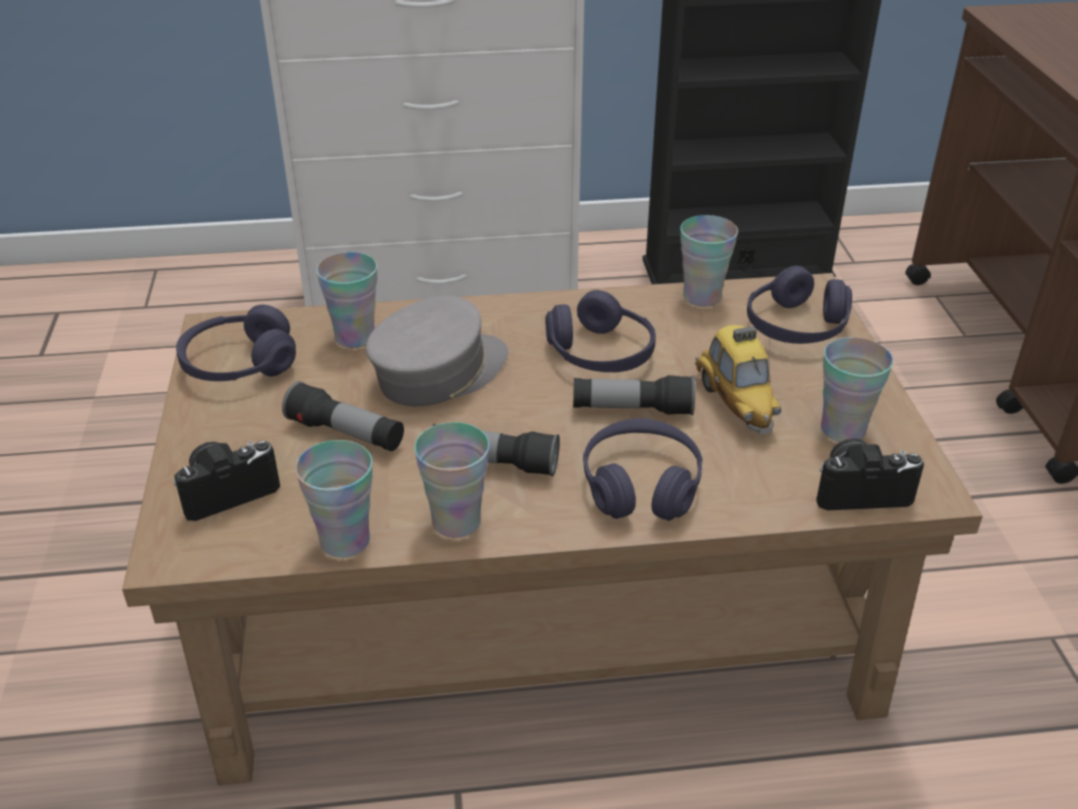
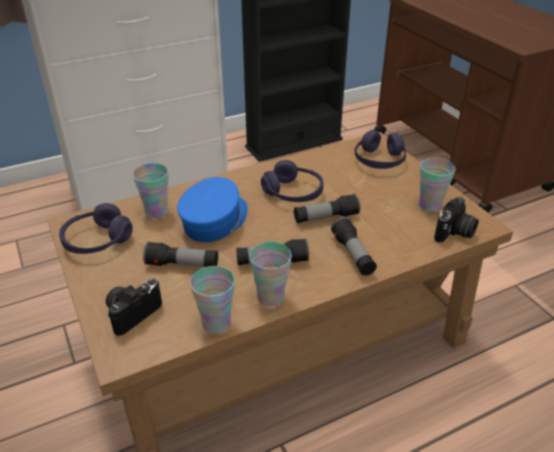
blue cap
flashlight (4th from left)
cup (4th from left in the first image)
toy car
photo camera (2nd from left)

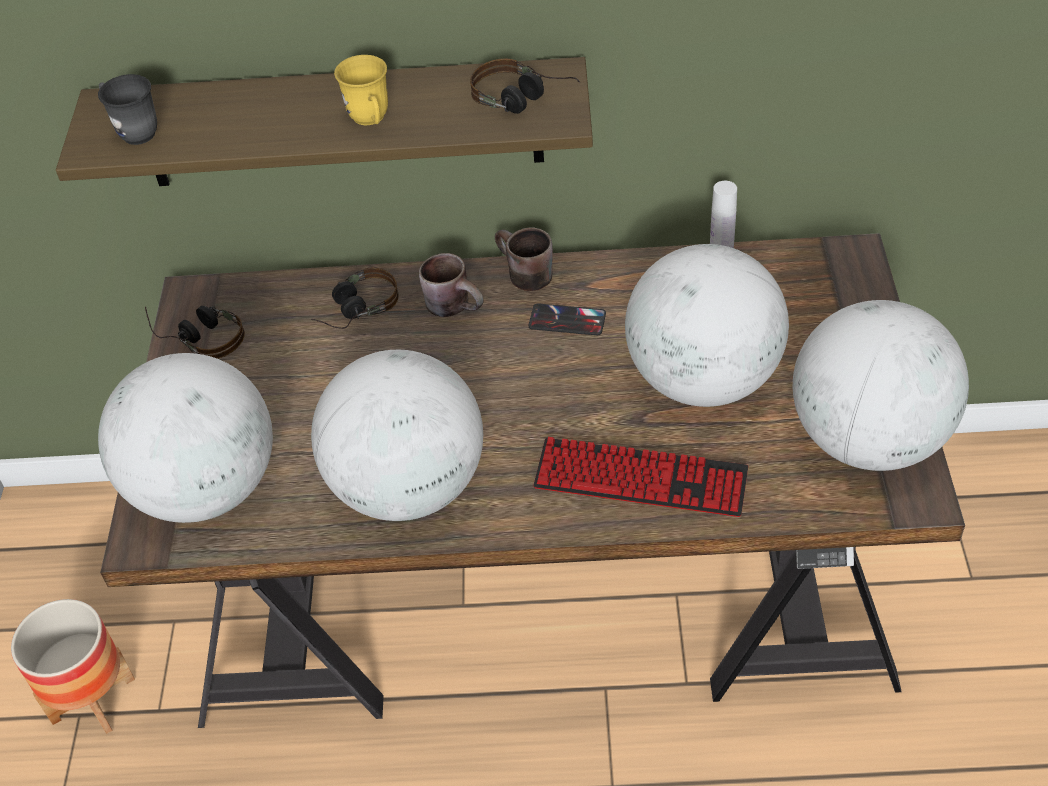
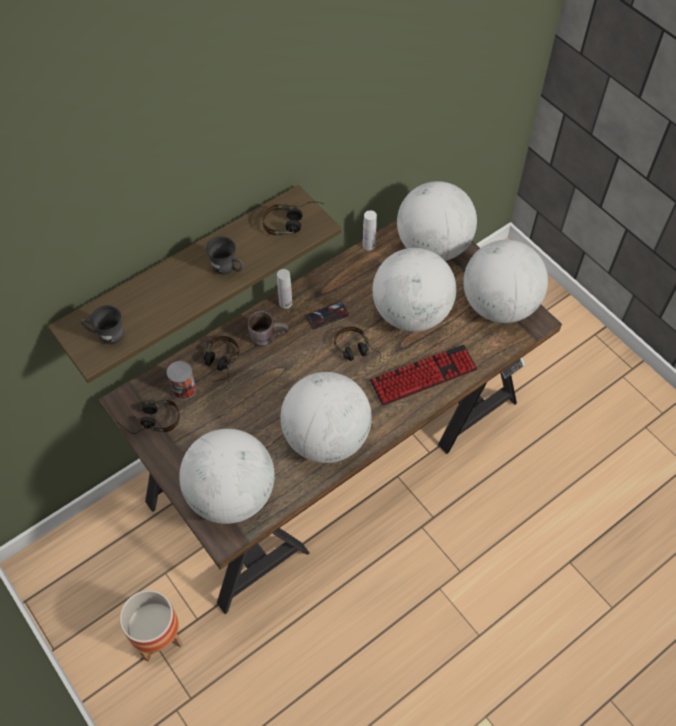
grey mug (2nd from left)
white bottle (1st from left)
can
headphones (4th from left)
globe (4th from left)

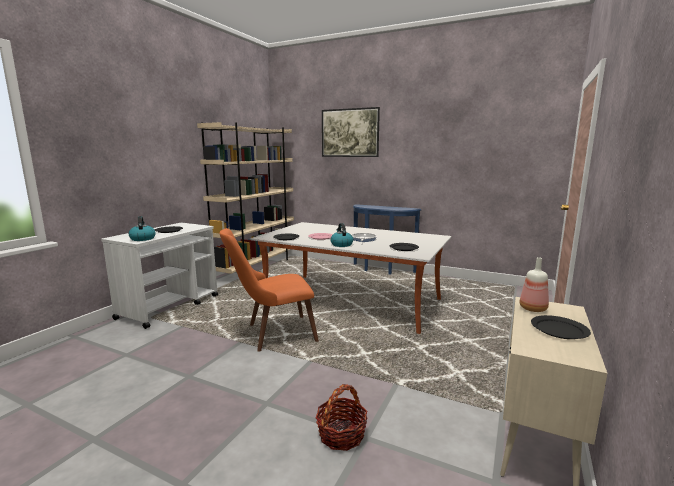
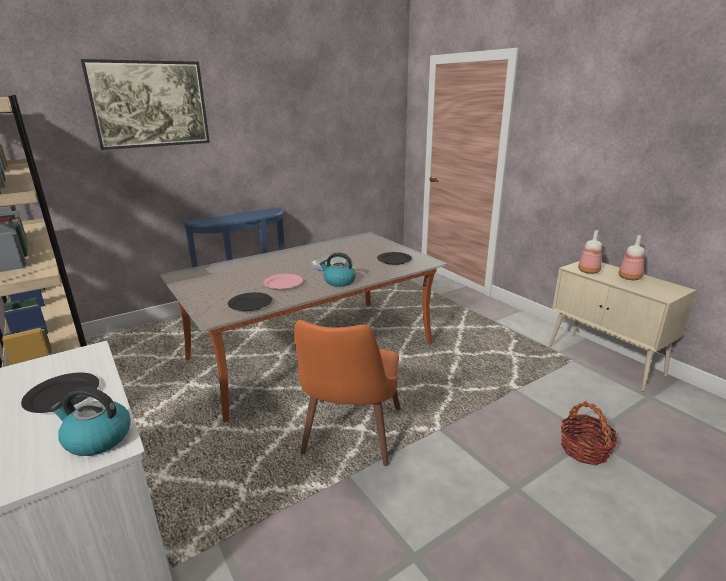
bottle (2nd from left)

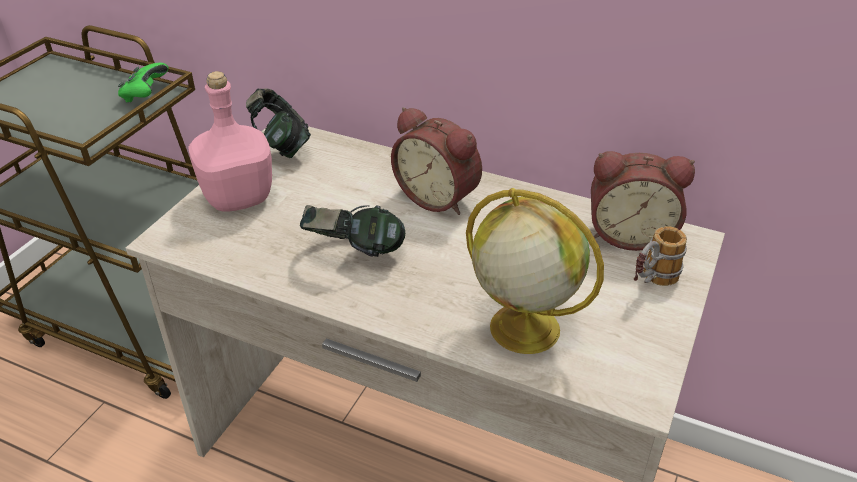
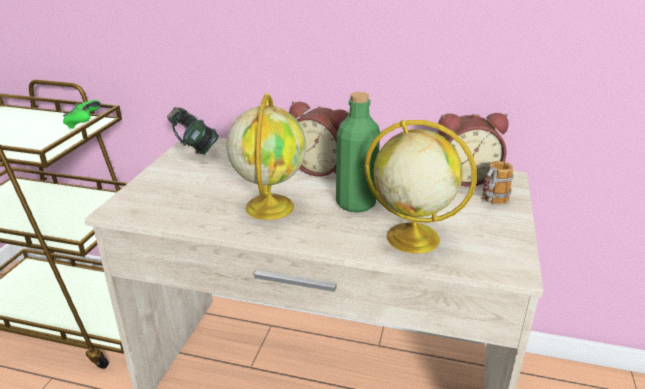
pink bottle
globe (1st from left)
green bottle

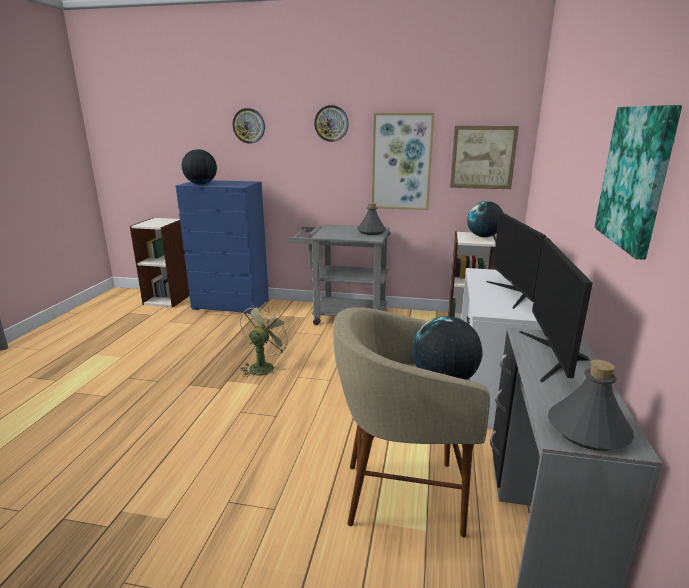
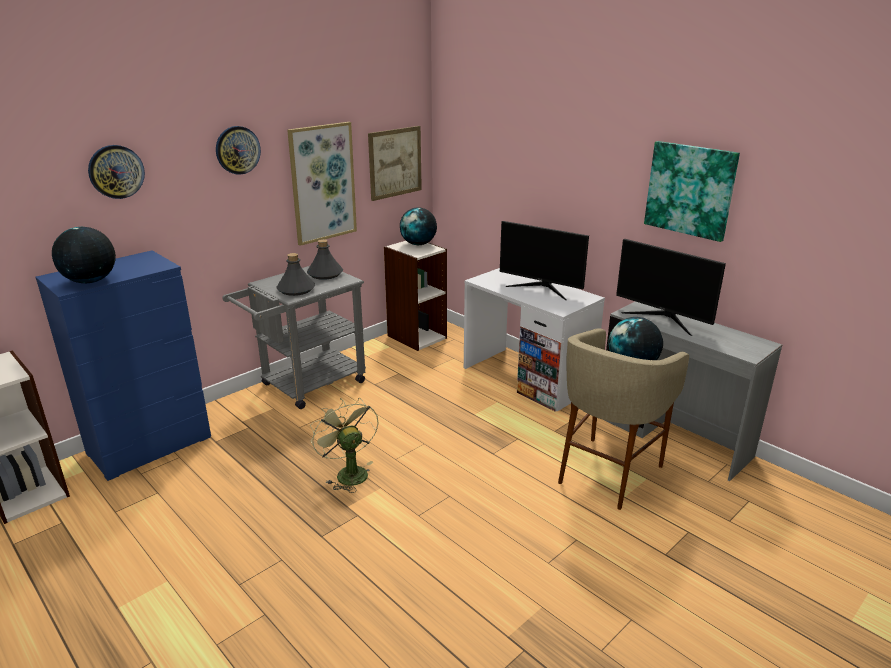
grey bottle (1st from left)

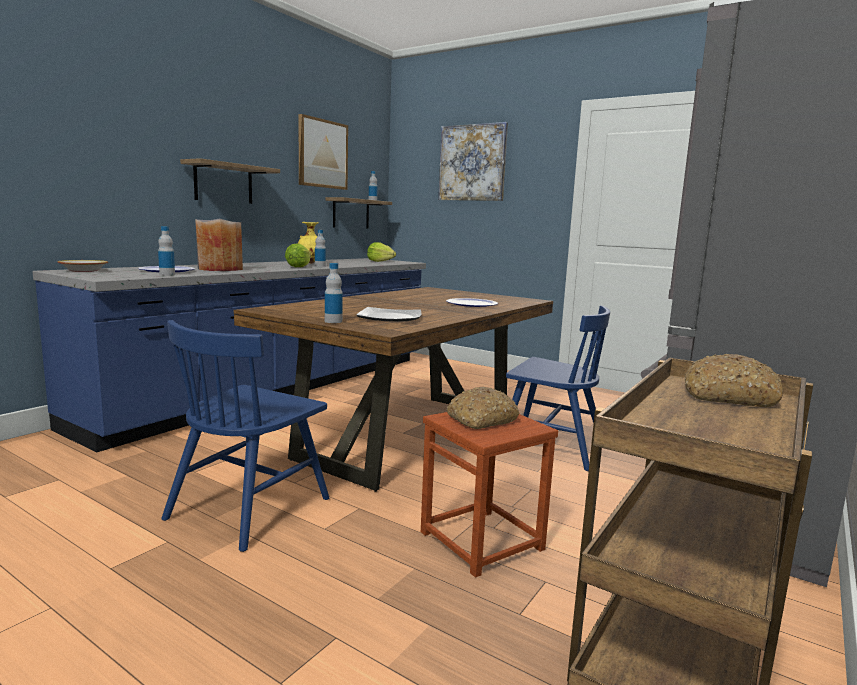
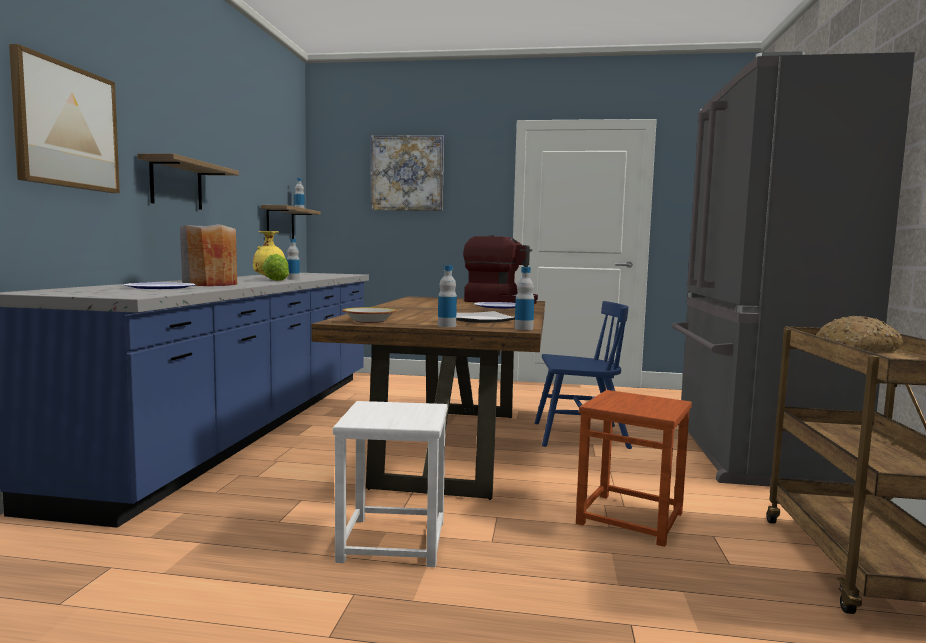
bowl
bottle (4th from left)
white stool
picture (1st from left)
lettuce (2nd from left in the first image)
bread (1st from left in the first image)
coffee machine

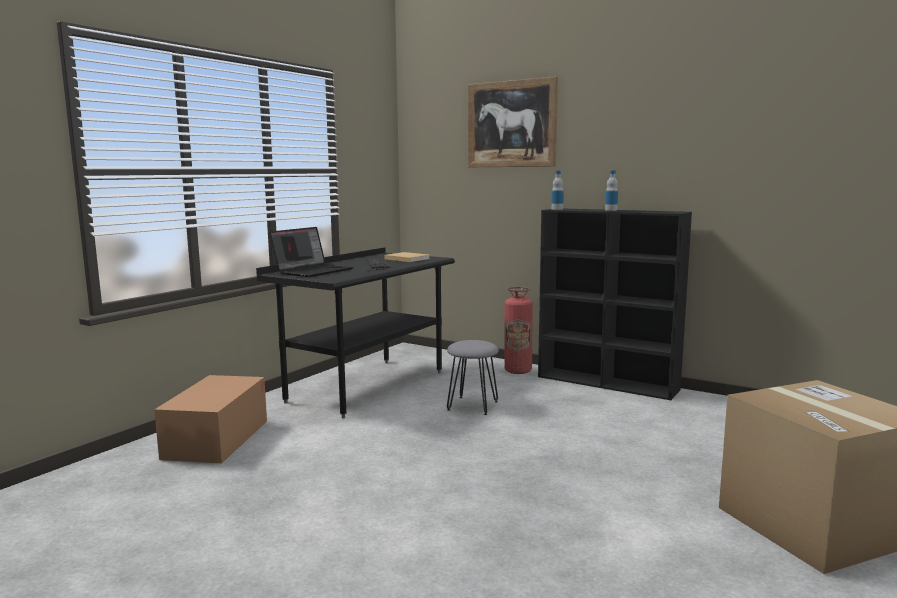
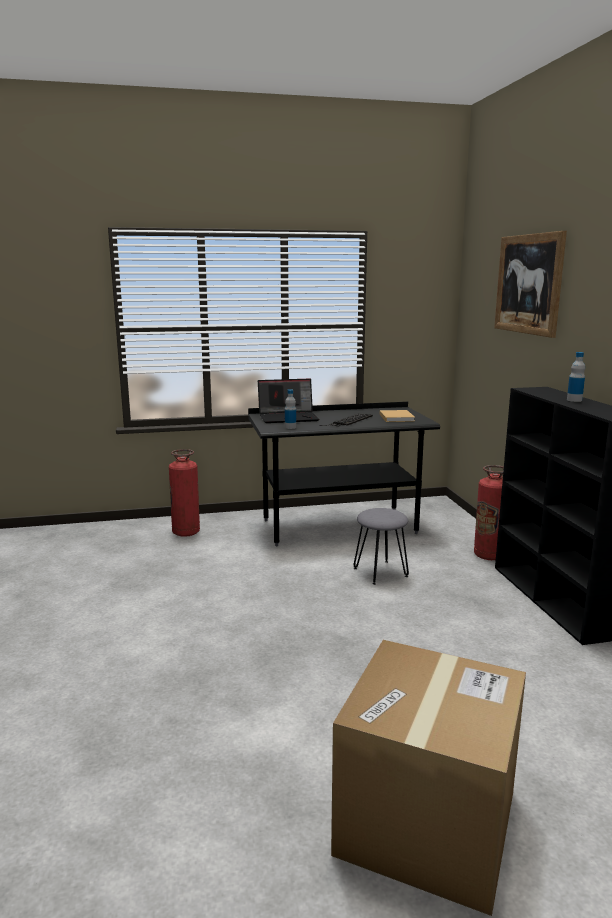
fire extinguisher (1st from left)
bottle (1st from left)

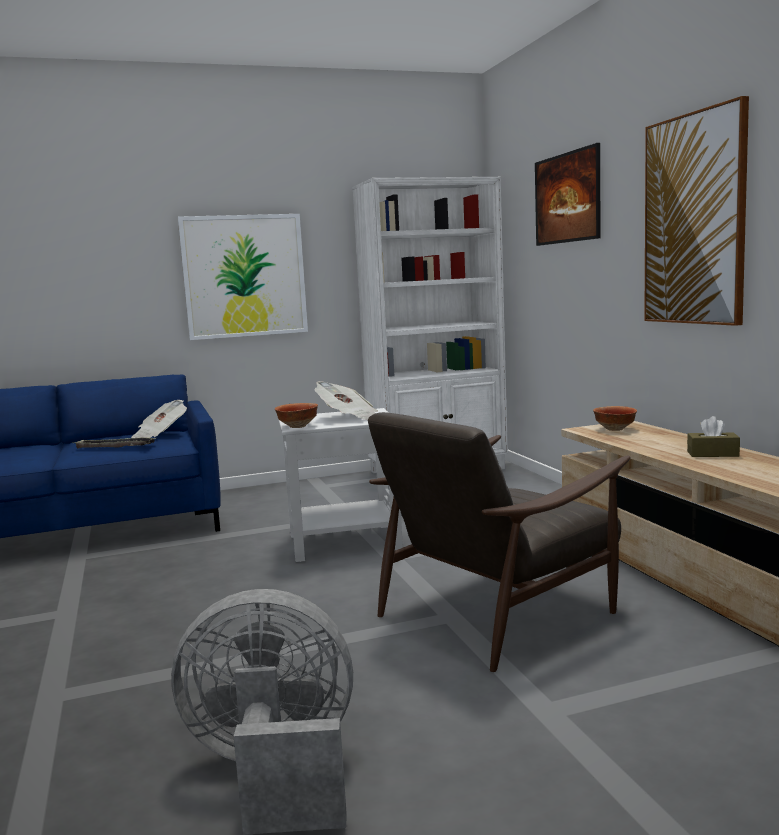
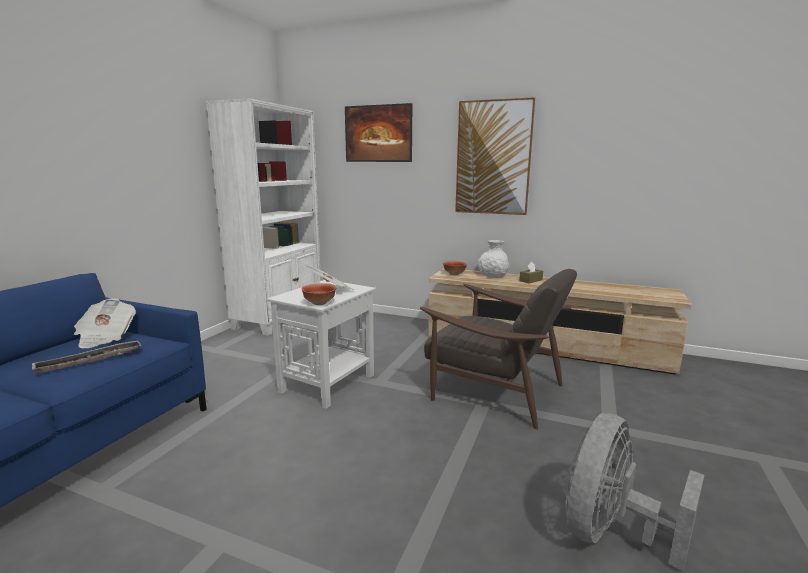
picture (1st from left in the first image)
brown armchair
white vase

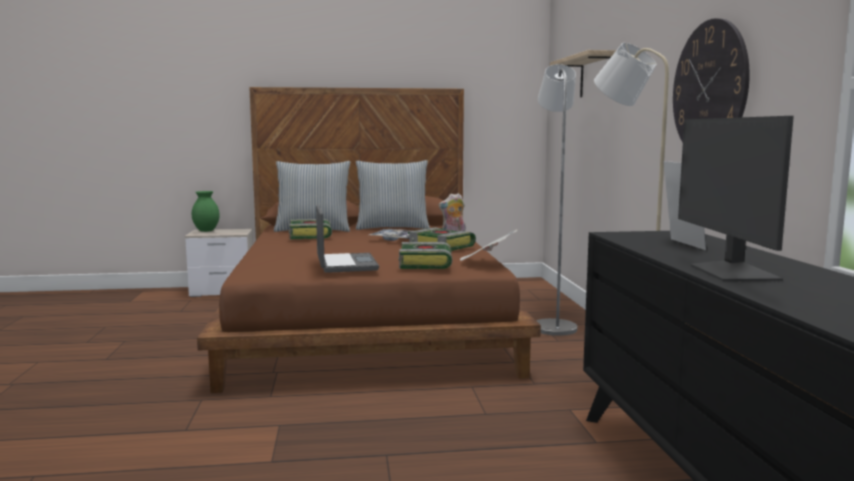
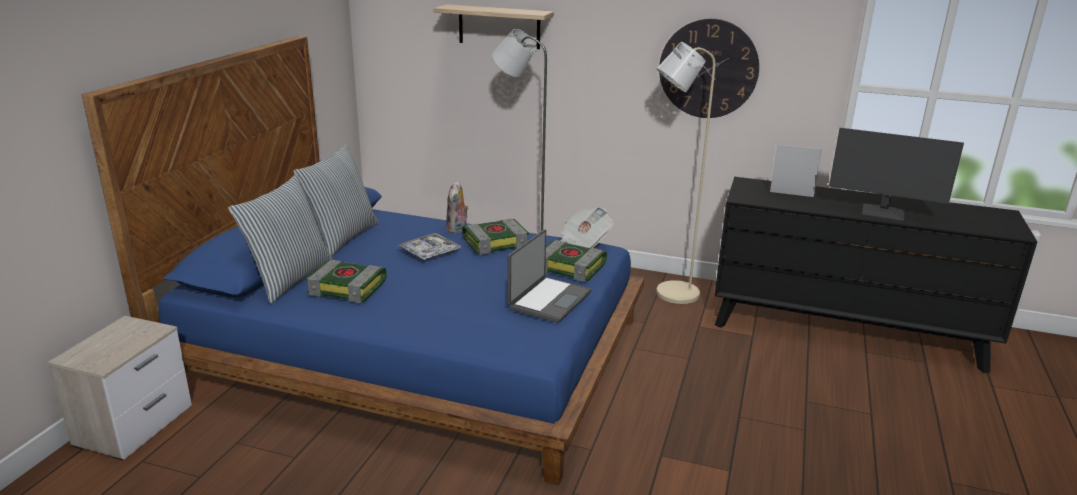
green vase
blue bed
laptop

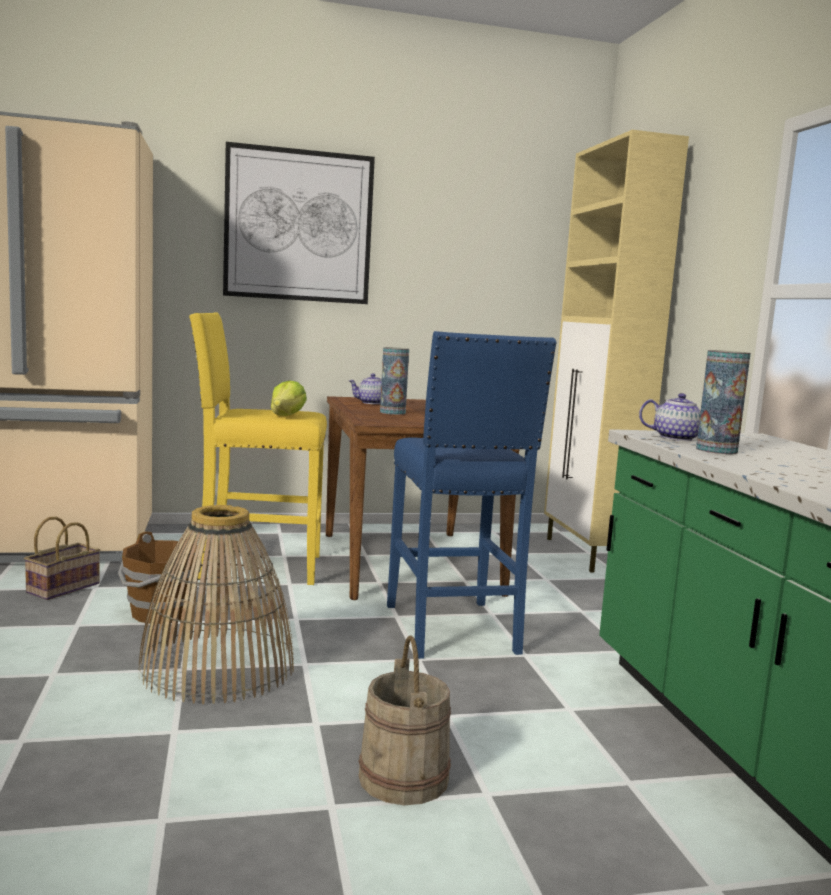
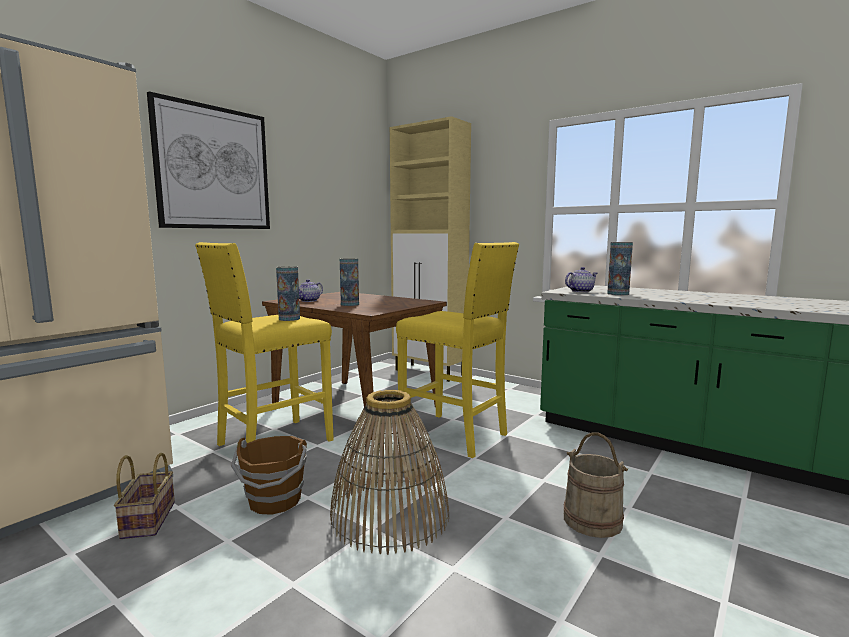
vase (1st from left)
yellow stool (2nd from left)

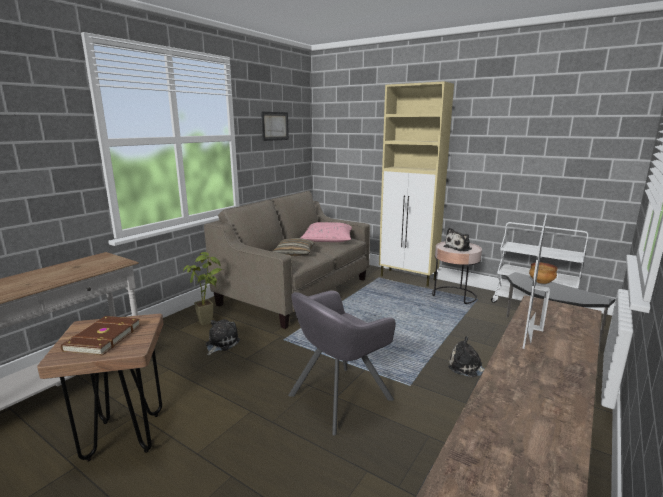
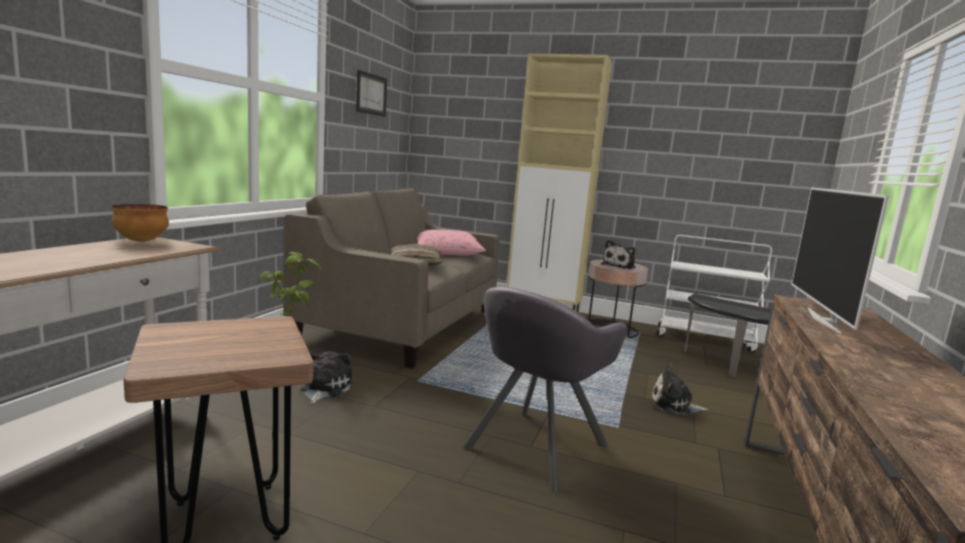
brown book
bowl

